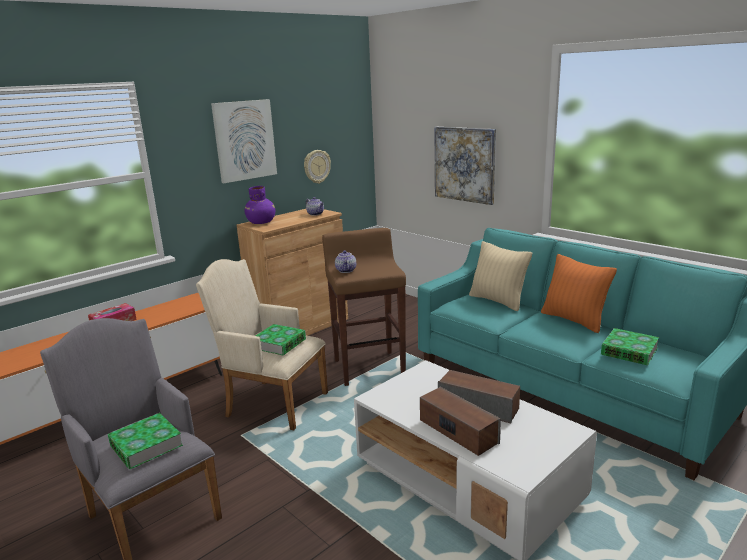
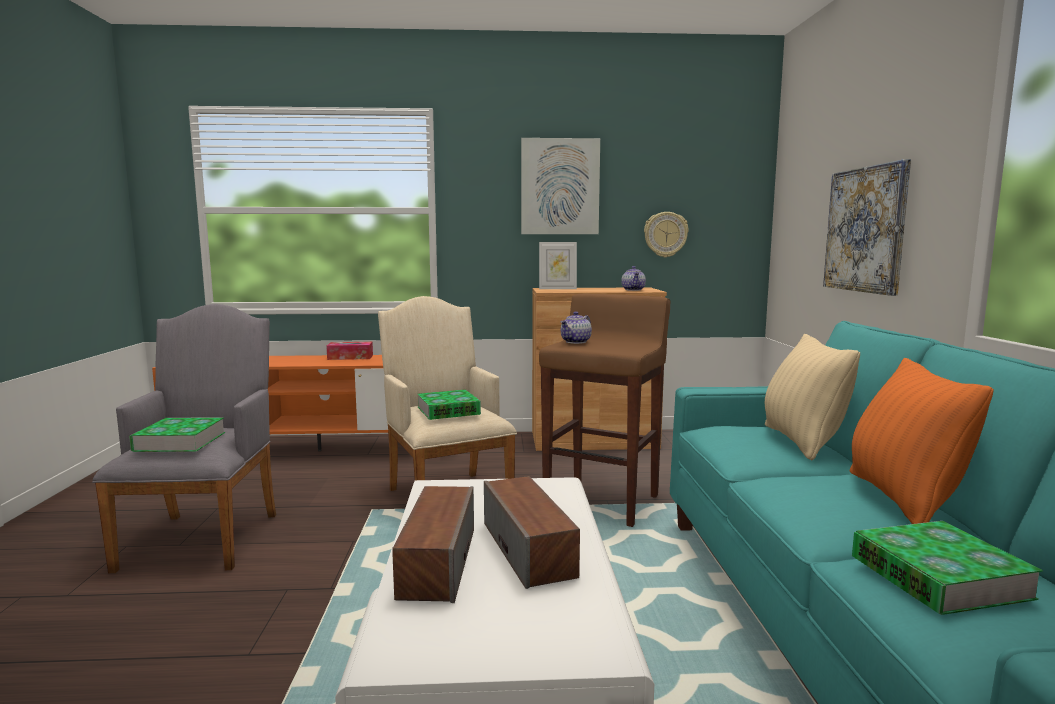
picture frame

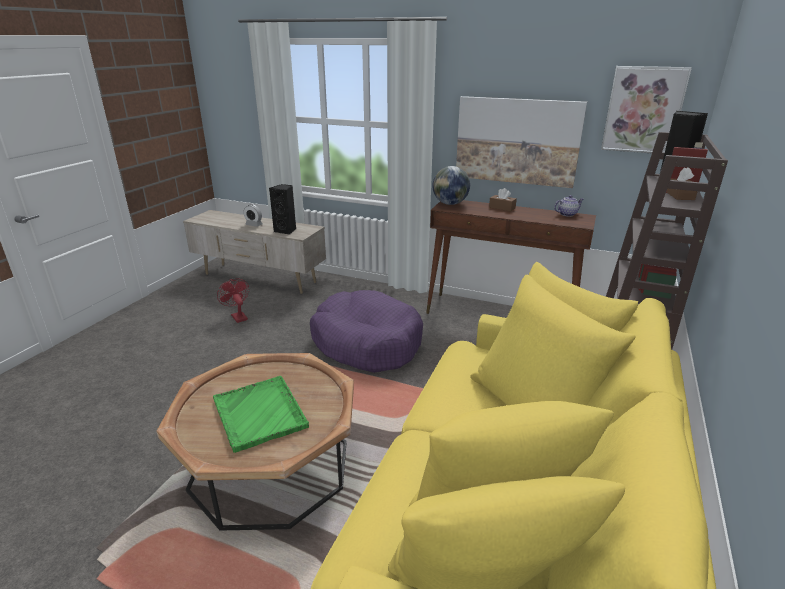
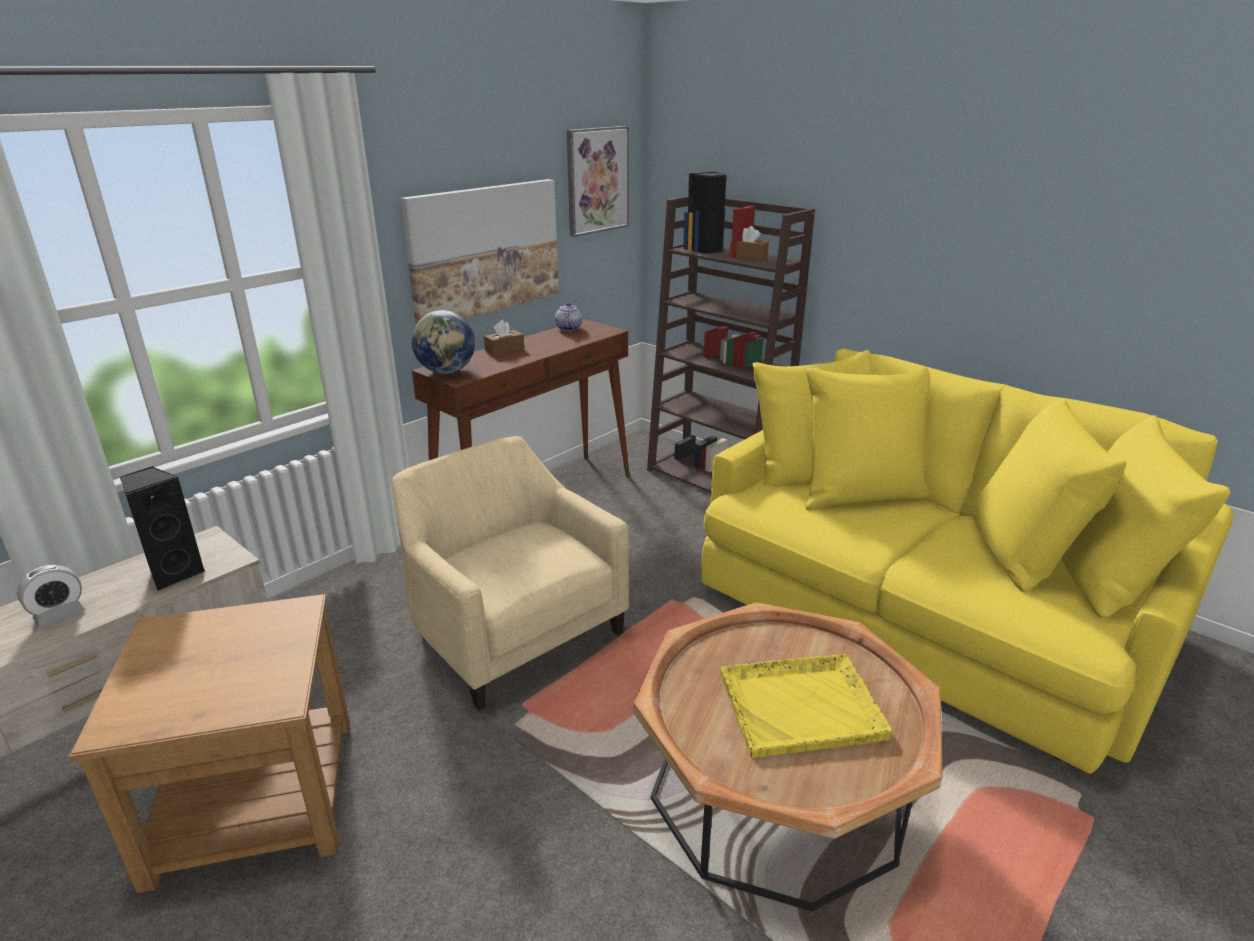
yellow tray
brown side table
beige armchair

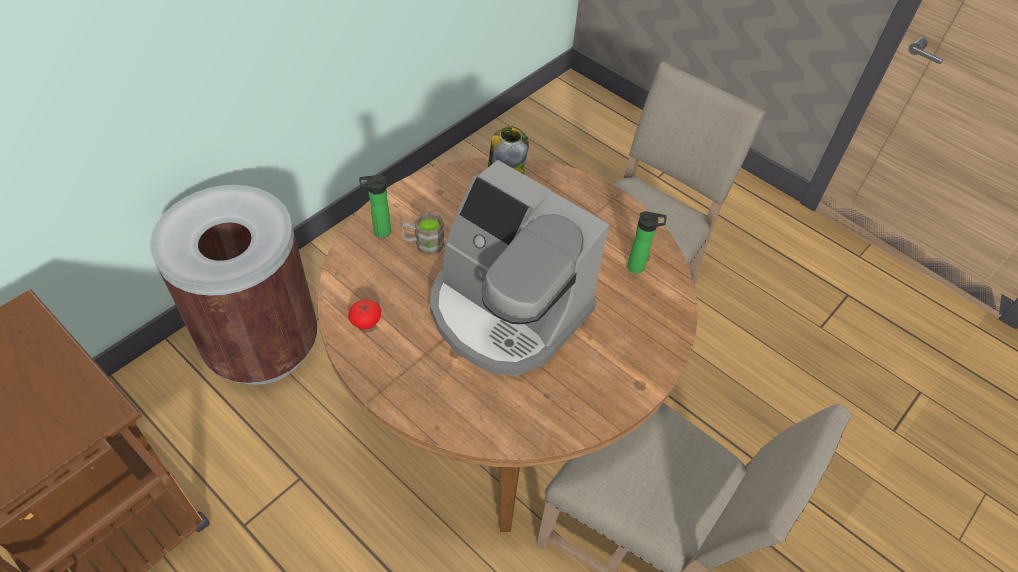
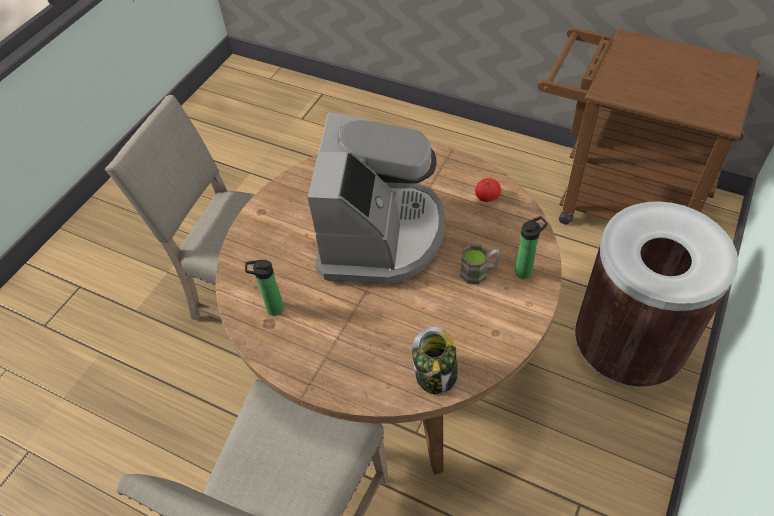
coffee machine

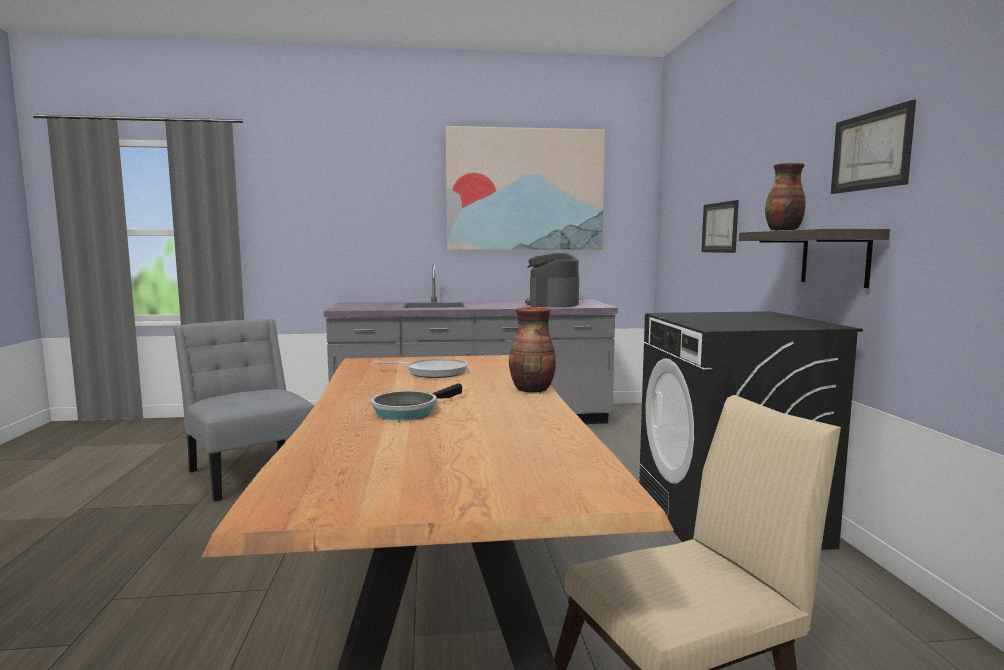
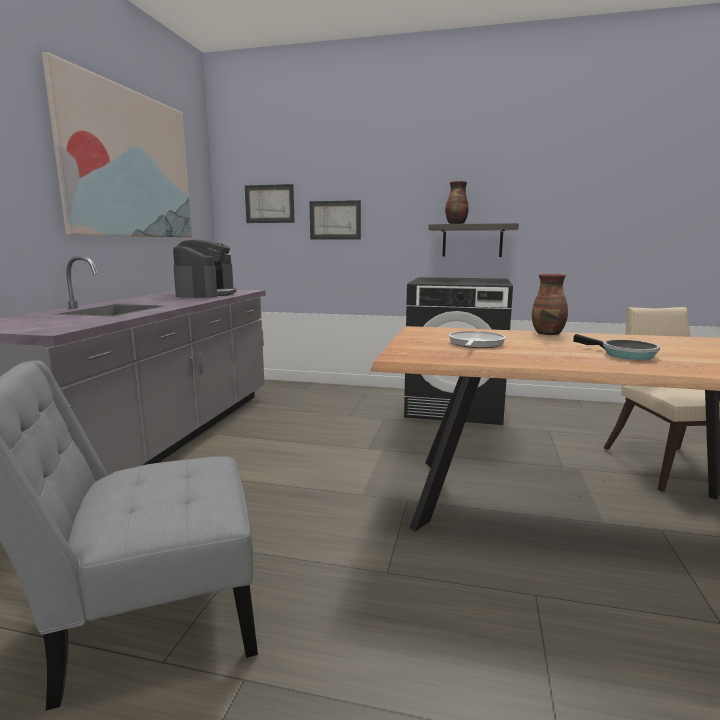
coffee machine
picture (2nd from left)

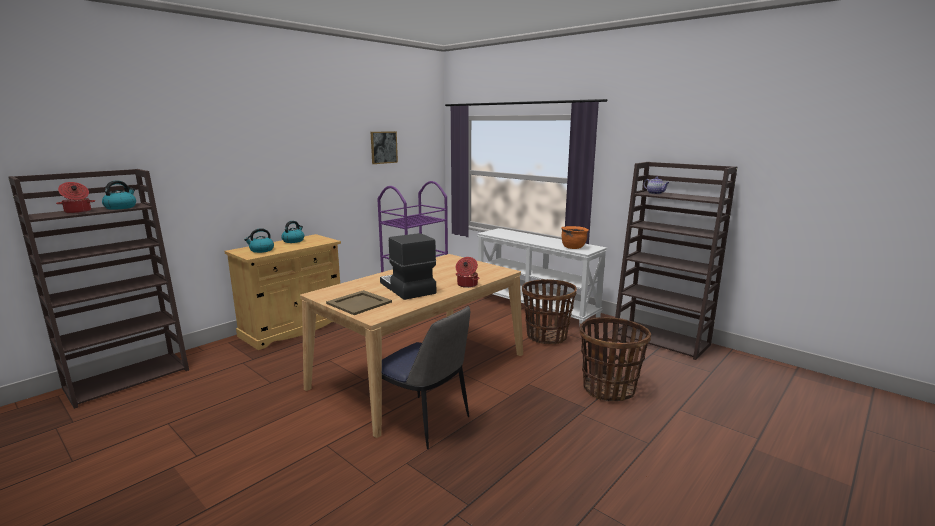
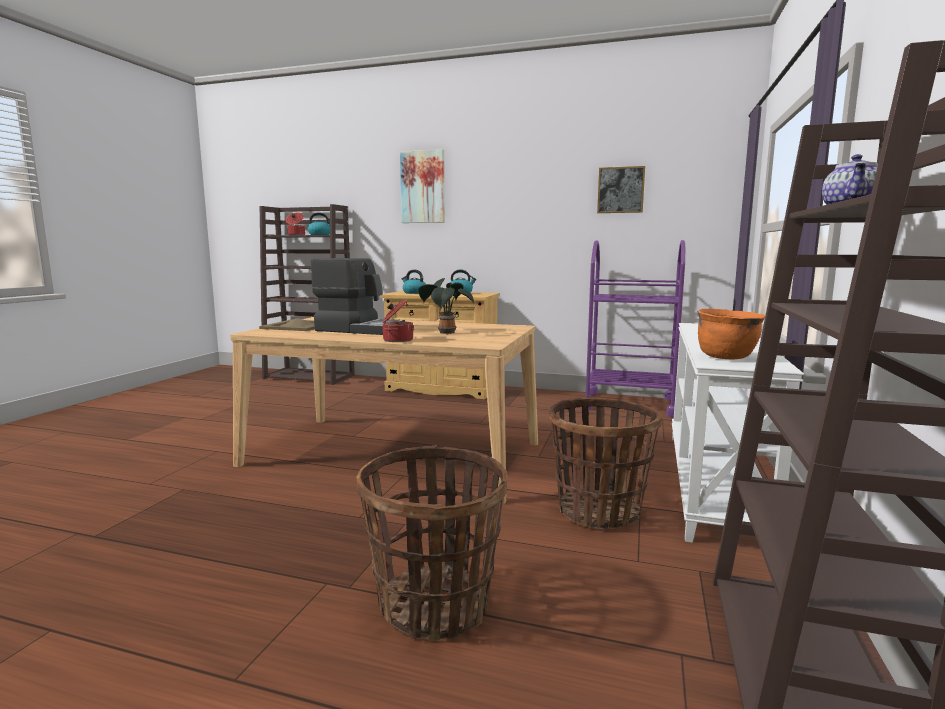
coffee machine
chair
picture (1st from left)
potted plant

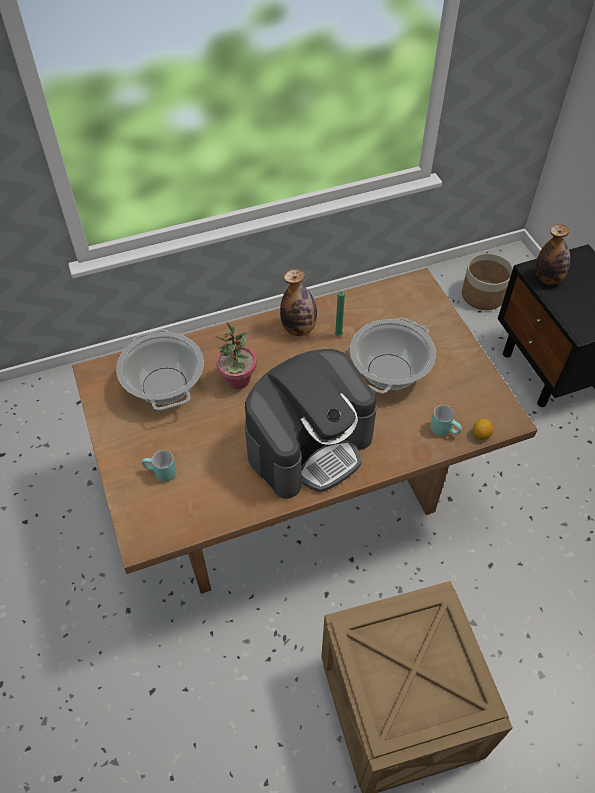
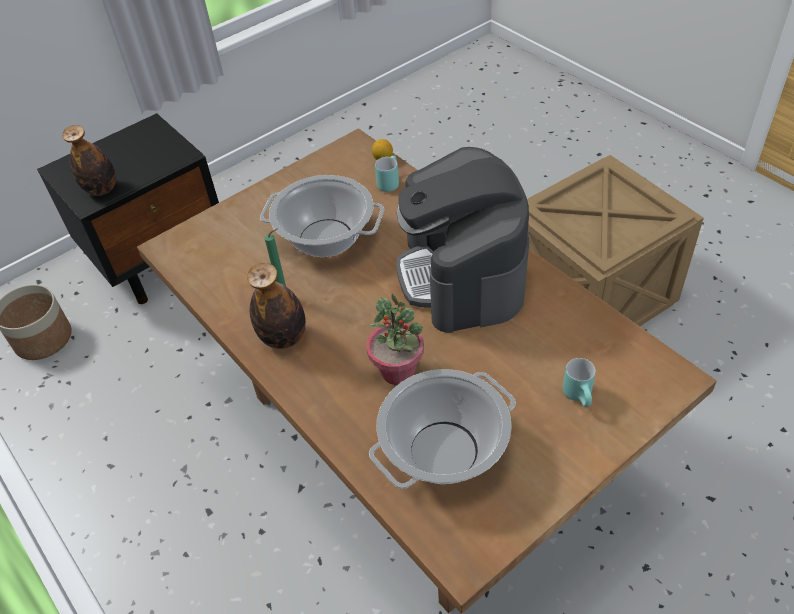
coffee machine

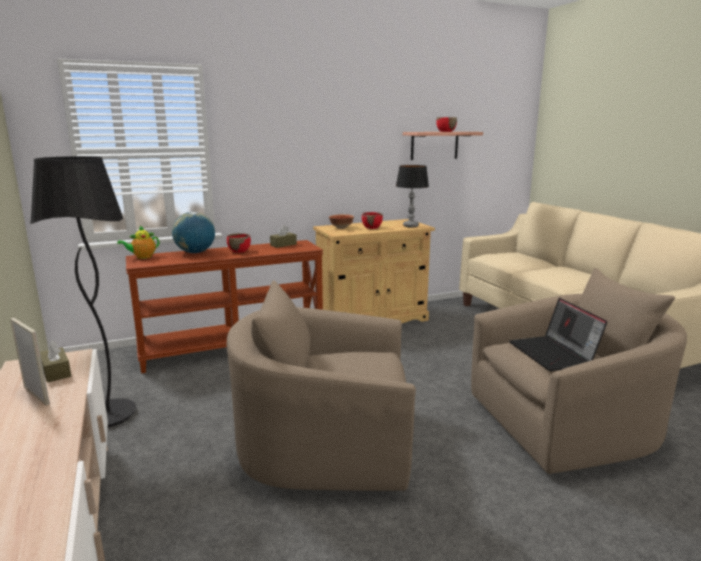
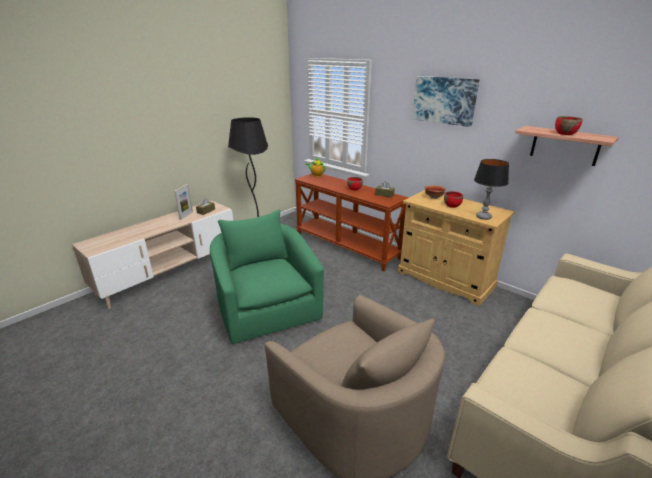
globe
green armchair
laptop
picture

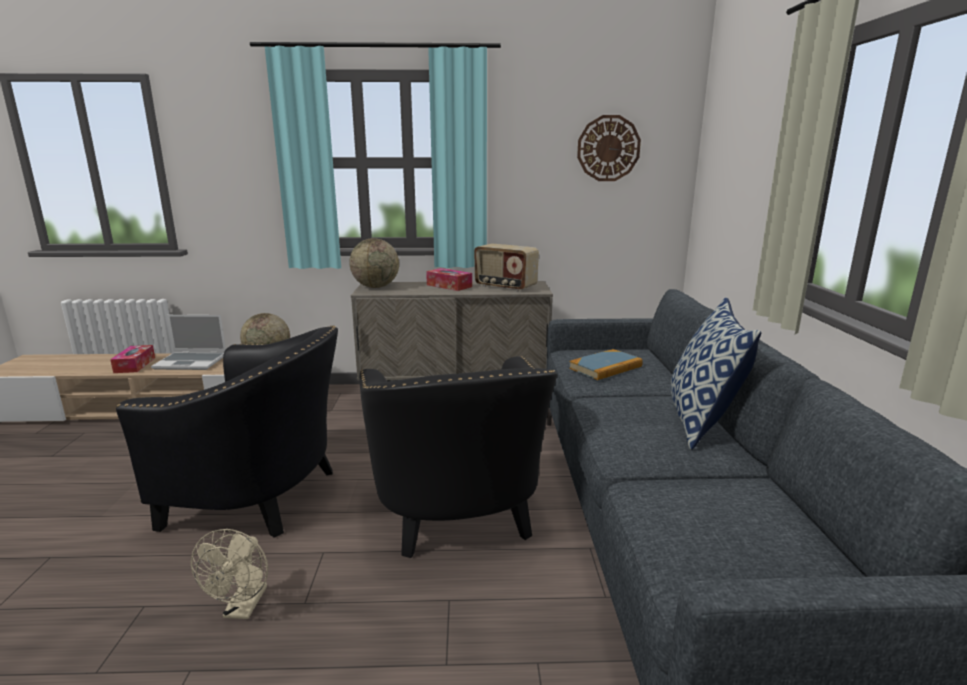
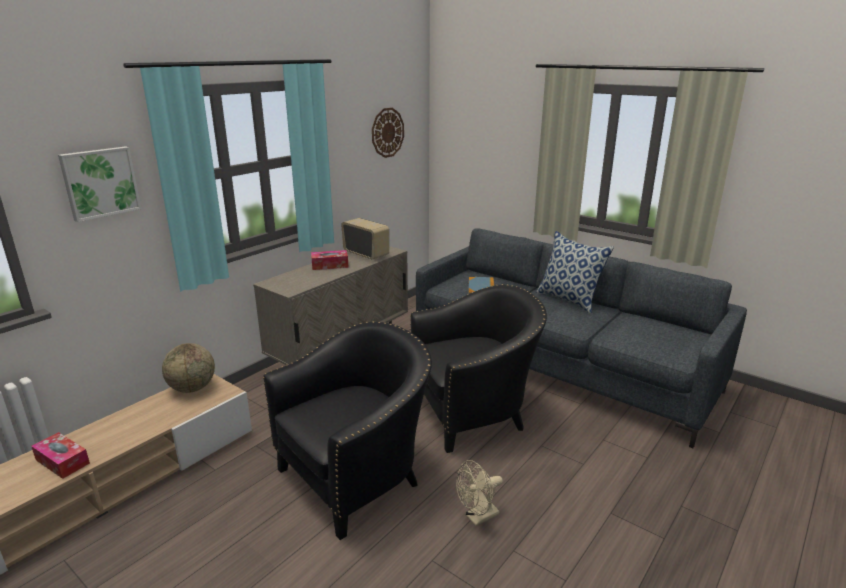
laptop
beige fan
globe (2nd from left in the first image)
black armchair (2nd from left)
radio
picture

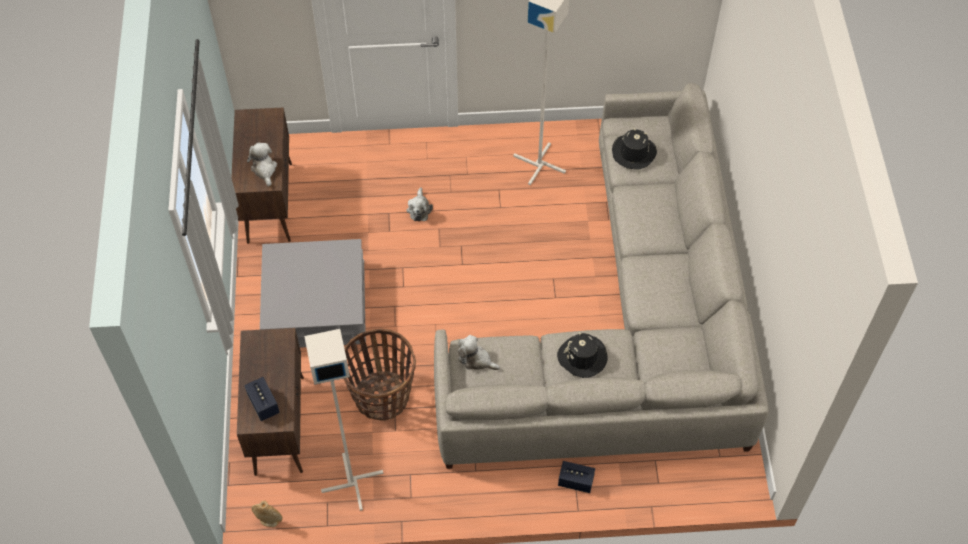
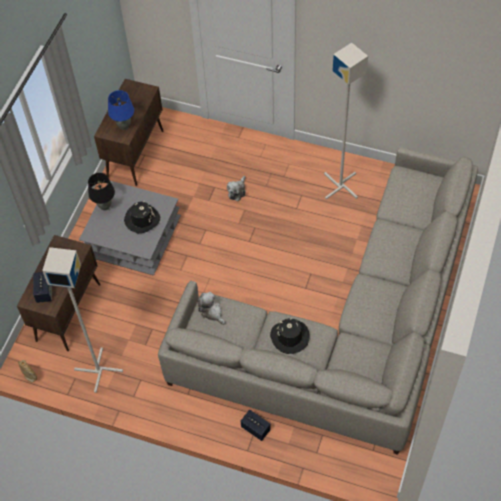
blue table lamp
basket
black hat (1st from left)
black table lamp

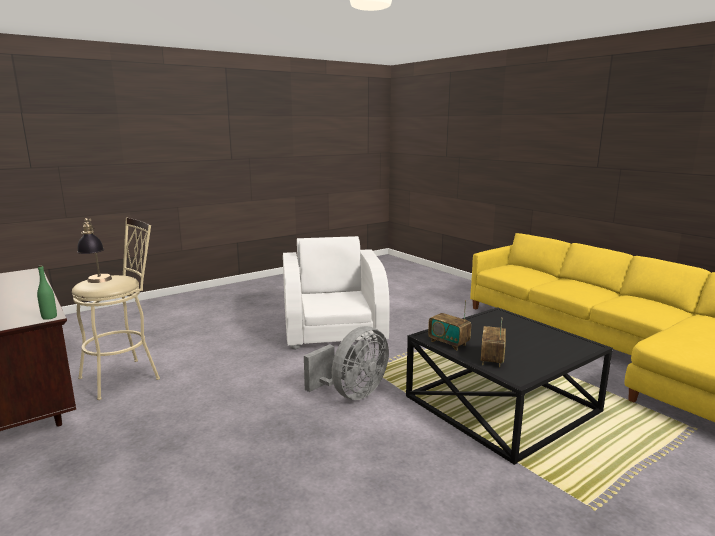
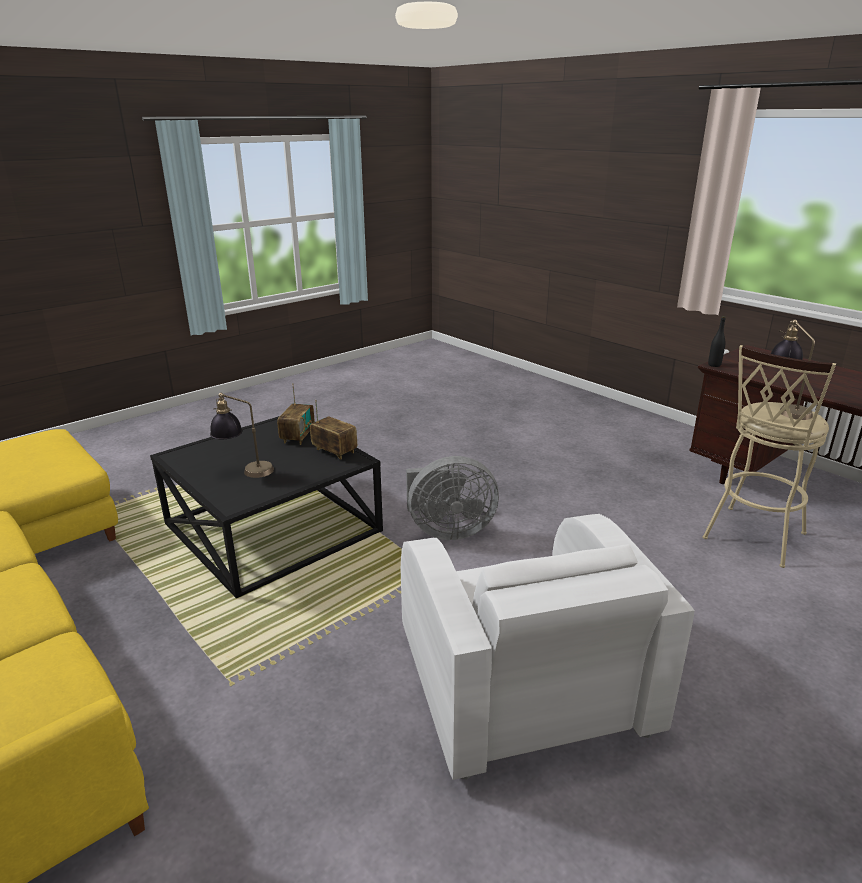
black bottle
grey fan
table lamp (1st from left)

